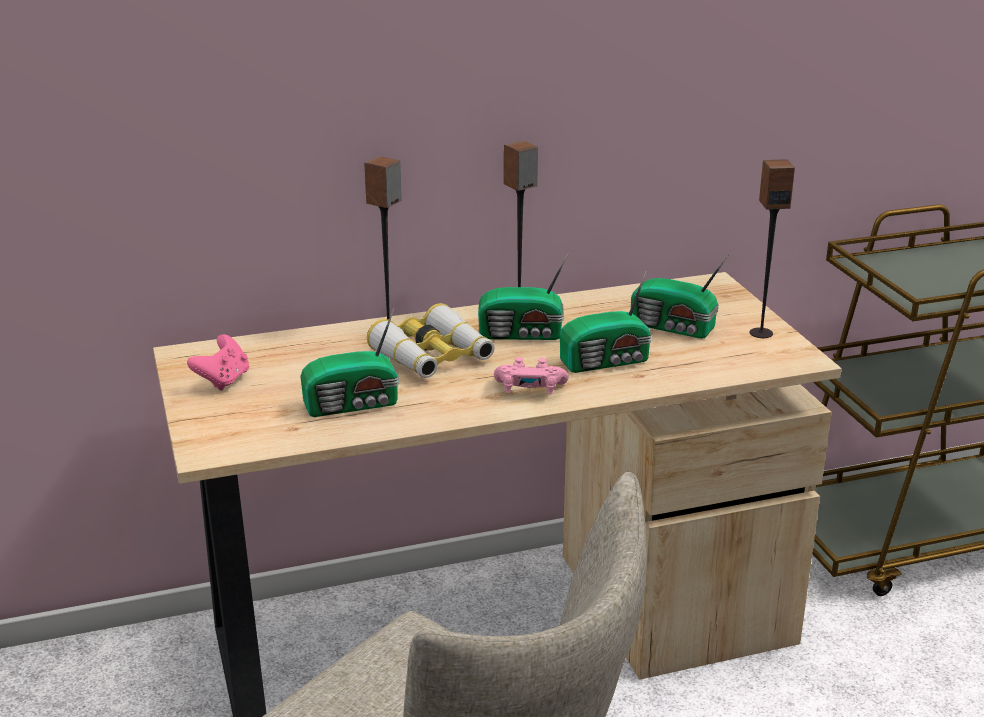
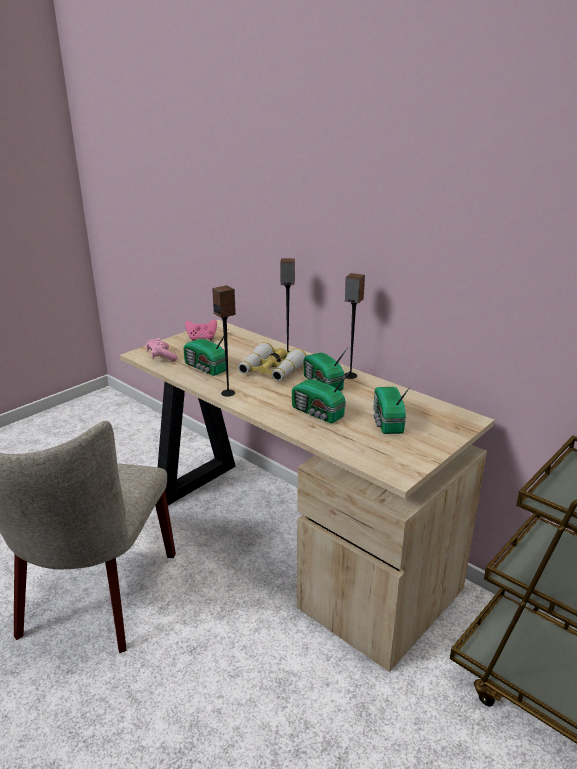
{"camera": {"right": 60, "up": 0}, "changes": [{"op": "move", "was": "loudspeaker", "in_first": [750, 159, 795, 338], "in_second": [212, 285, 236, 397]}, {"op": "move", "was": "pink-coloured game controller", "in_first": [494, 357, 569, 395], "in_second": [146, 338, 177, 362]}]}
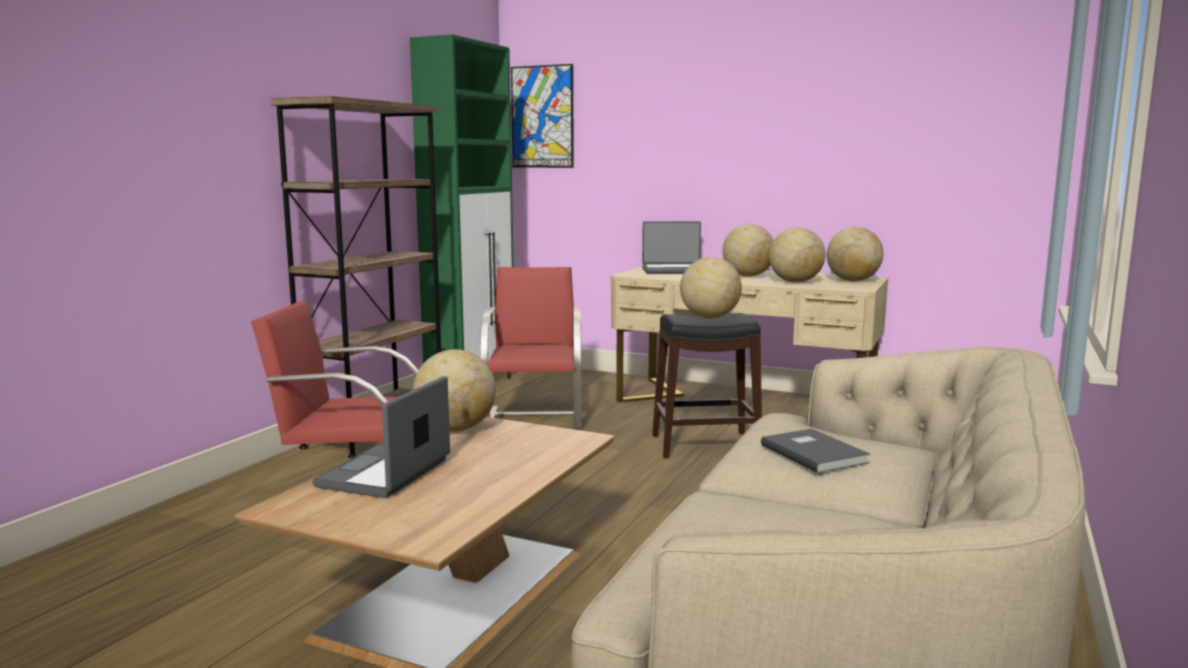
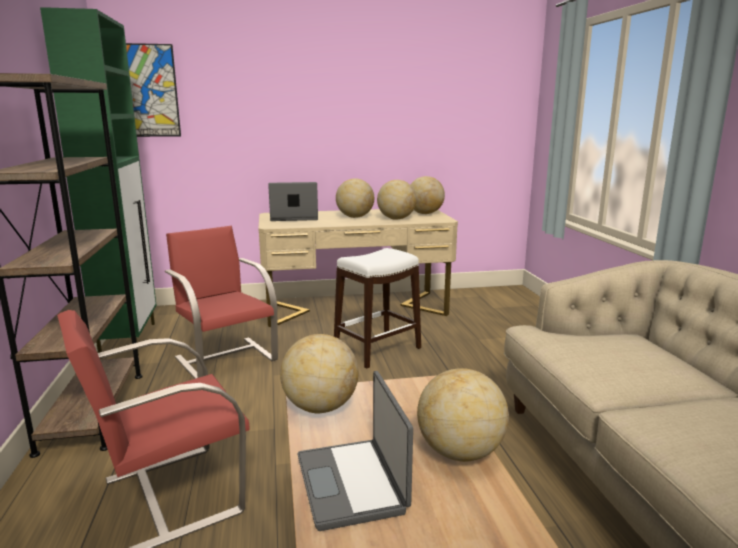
{"camera": {"right": -35, "up": 5}, "changes": [{"op": "rotate", "was": "laptop", "in_first": [642, 221, 701, 274], "in_second": [268, 182, 318, 221], "clockwise": -150}, {"op": "move", "was": "desk globe", "in_first": [680, 257, 742, 318], "in_second": [417, 368, 509, 462]}, {"op": "recolor", "was": "black-coloured sitting stool", "now": "white-coloured sitting stool", "in_first": [652, 313, 762, 458], "in_second": [334, 248, 421, 369]}, {"op": "delete", "was": "grey bound book", "in_first": [761, 429, 870, 473]}]}
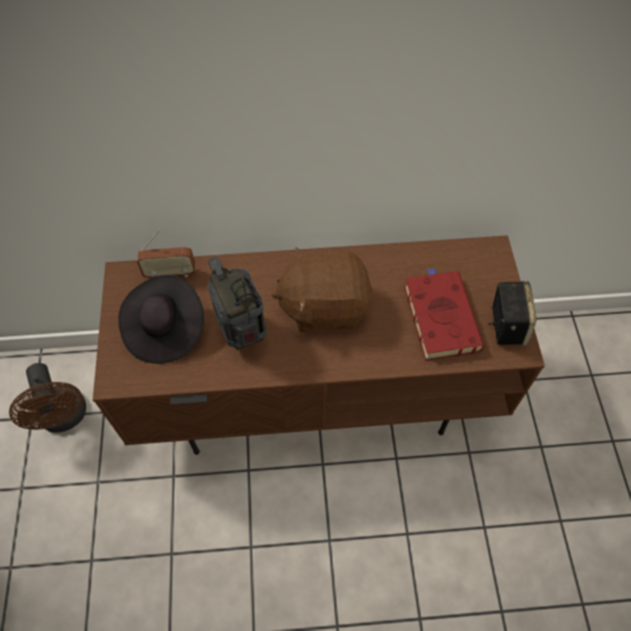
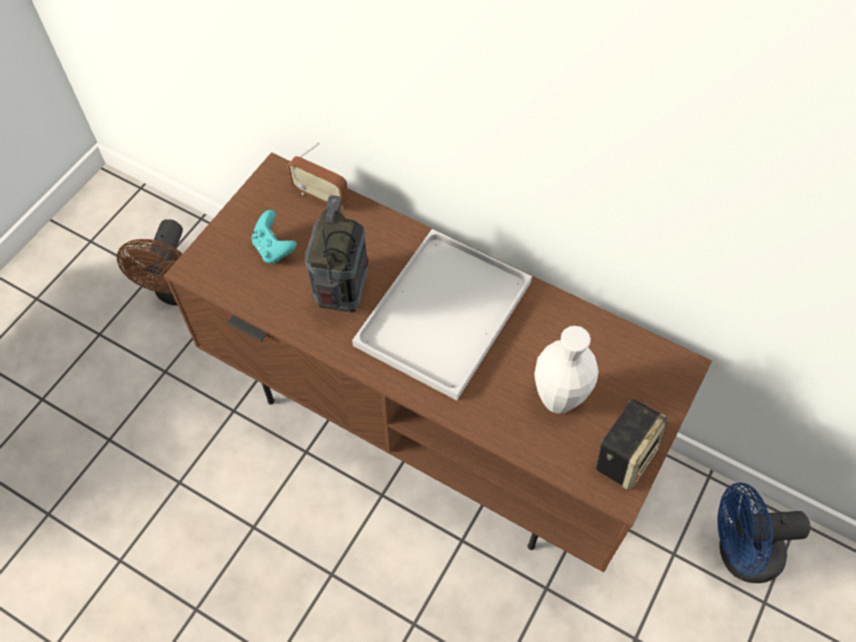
{"camera": {"right": 35, "up": 0}, "changes": [{"op": "replace", "was": "brownish cuddly toy", "now": "white-coloured tray", "in_first": [272, 247, 372, 332], "in_second": [352, 229, 532, 400]}, {"op": "replace", "was": "reddish bound book", "now": "white-coloured vase", "in_first": [404, 268, 484, 360], "in_second": [534, 326, 599, 414]}, {"op": "replace", "was": "black-coloured clothing hat", "now": "turquoise-coloured game controller", "in_first": [118, 275, 204, 364], "in_second": [252, 210, 297, 264]}, {"op": "insert", "now": "blue-coloured fan", "in_second": [717, 482, 811, 583]}]}
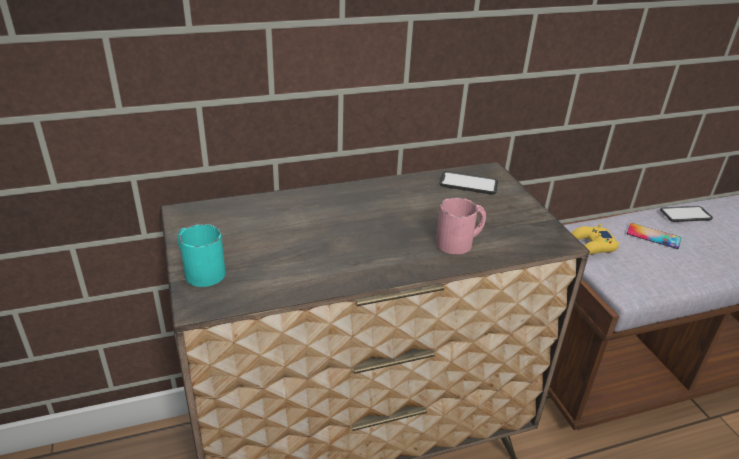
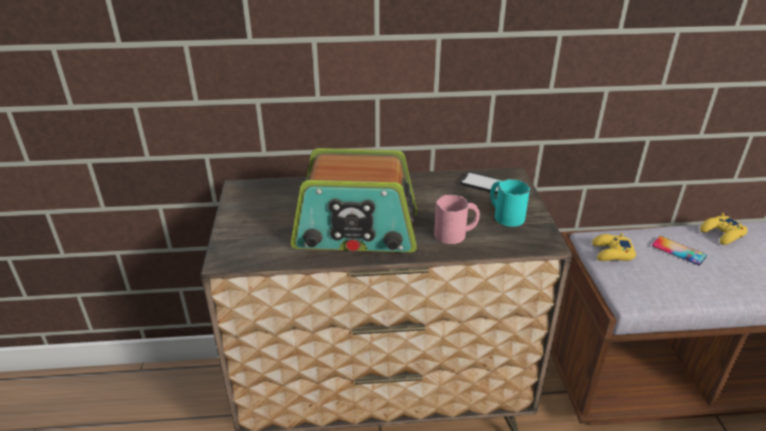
{"camera": {"right": 15, "up": 0}, "changes": [{"op": "replace", "was": "handset", "now": "yellowish game controller", "in_first": [660, 206, 713, 222], "in_second": [700, 213, 747, 245]}, {"op": "move", "was": "turquoise-coloured tea mug", "in_first": [178, 224, 226, 287], "in_second": [490, 179, 530, 227]}, {"op": "insert", "now": "radio", "in_second": [291, 148, 417, 252]}]}
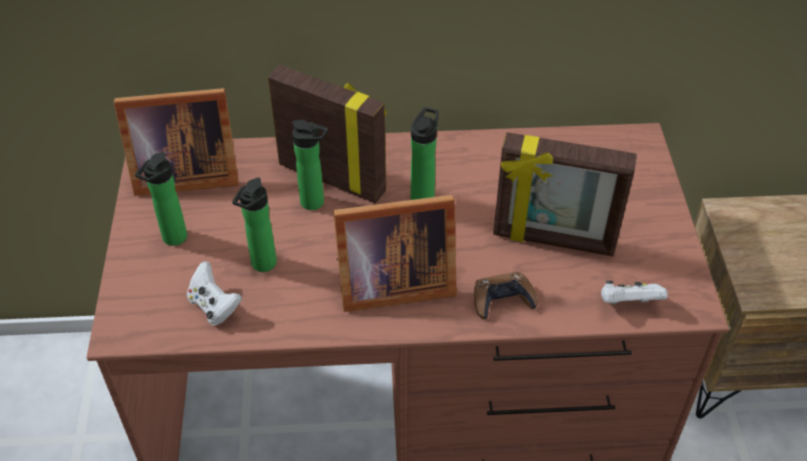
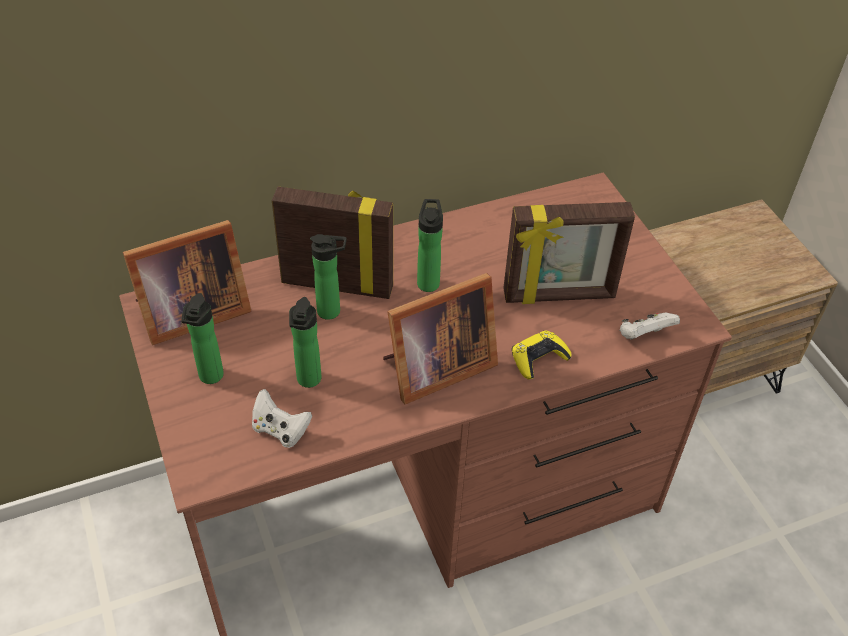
{"camera": {"right": -20, "up": 0}, "changes": [{"op": "recolor", "was": "brownish game controller", "now": "yellowish game controller", "in_first": [474, 272, 538, 319], "in_second": [512, 330, 572, 380]}]}
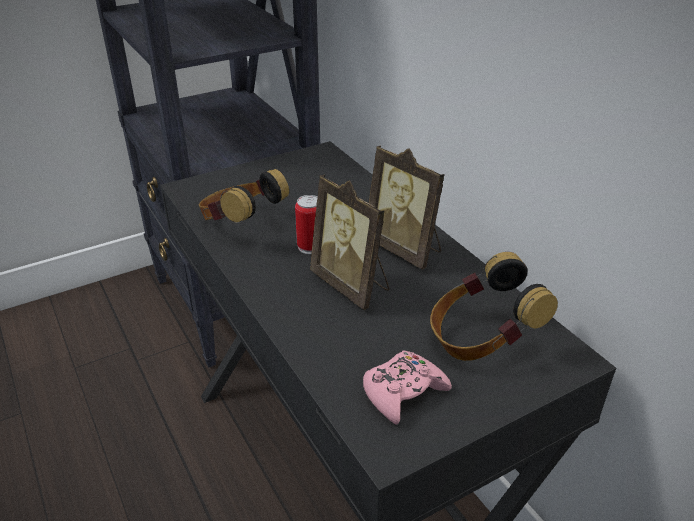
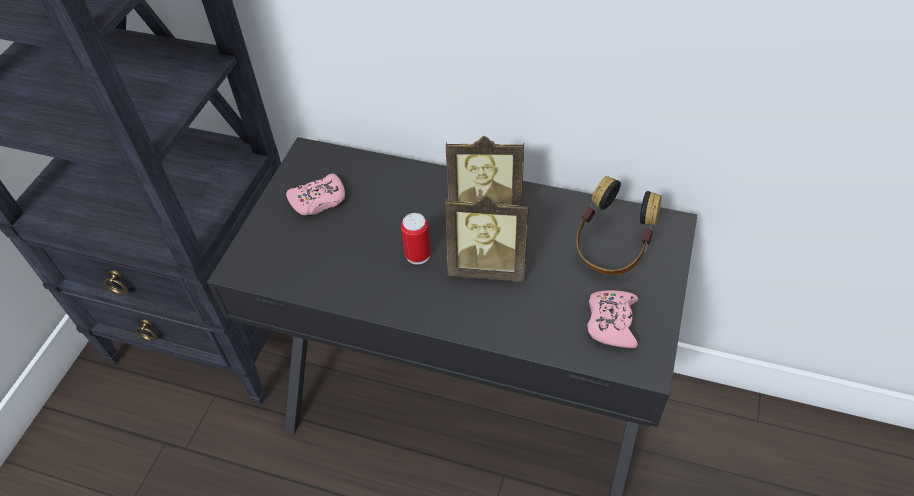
{"camera": {"right": -40, "up": 15}, "changes": [{"op": "delete", "was": "pair of headphones", "in_first": [199, 169, 289, 223]}, {"op": "insert", "now": "pink-coloured game controller", "in_second": [286, 174, 345, 215]}]}
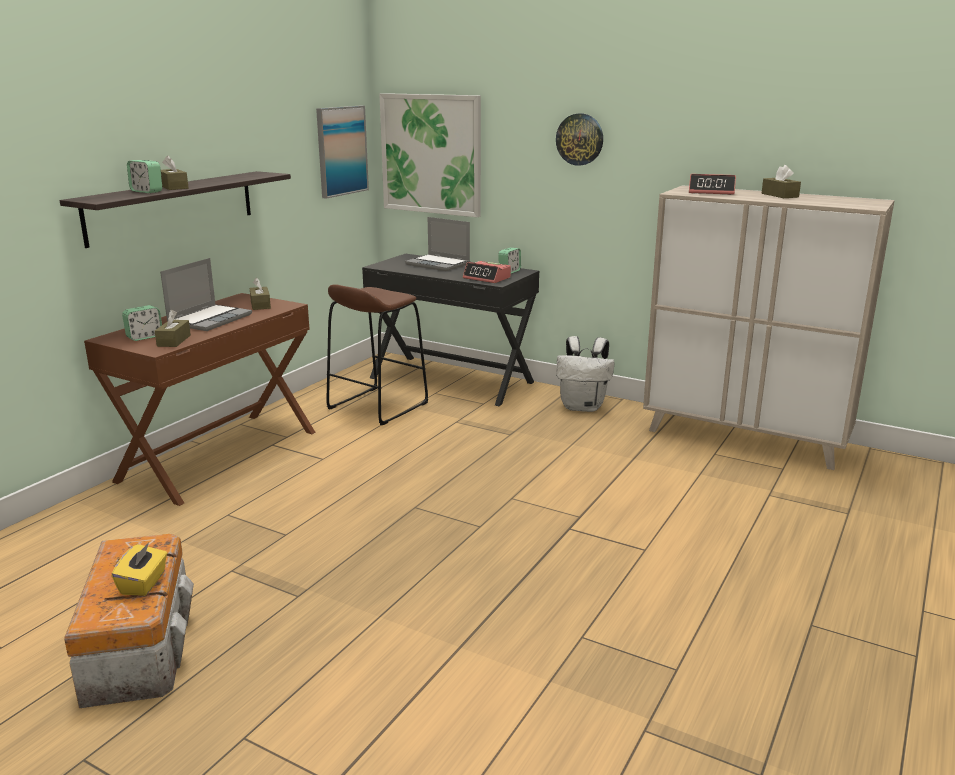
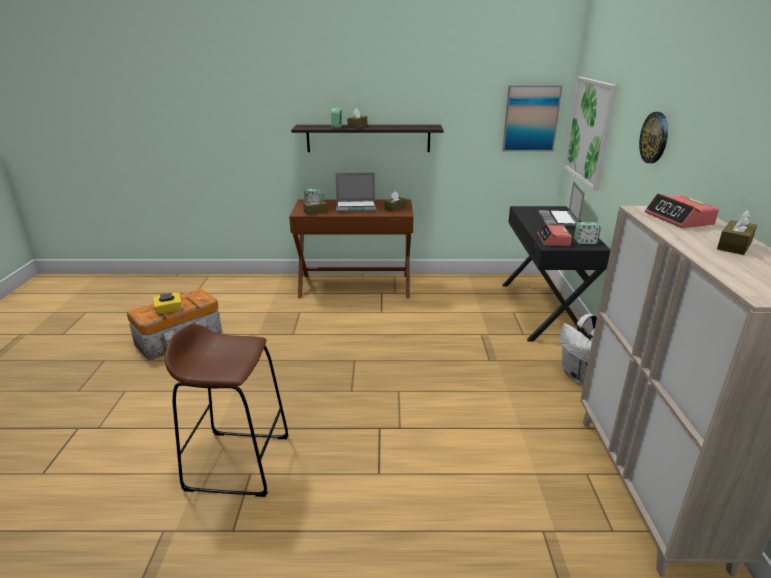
{"camera": {"right": 60, "up": 5}, "changes": [{"op": "move", "was": "brownish sitting stool", "in_first": [326, 284, 428, 425], "in_second": [165, 324, 289, 497]}]}
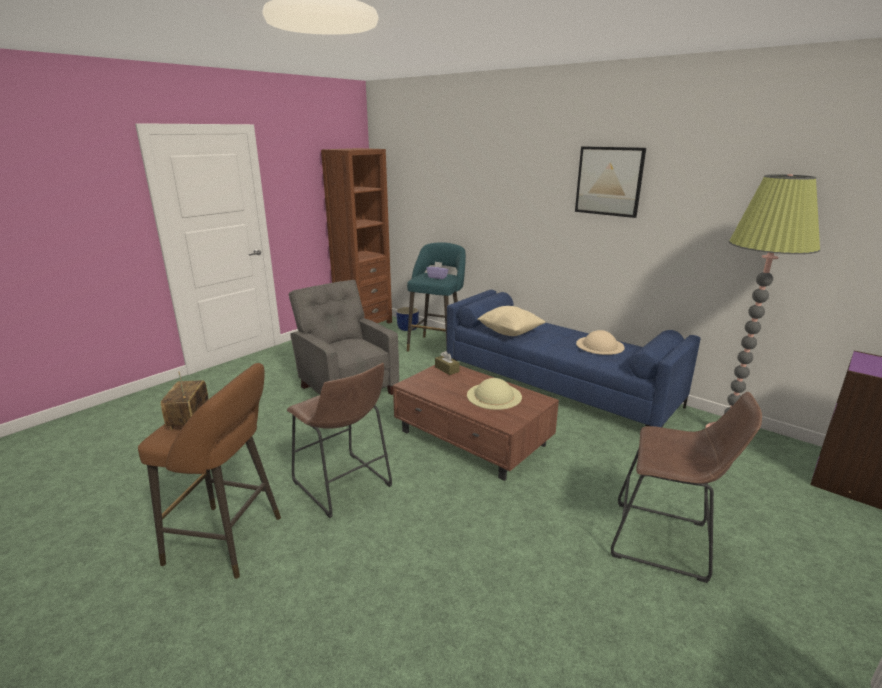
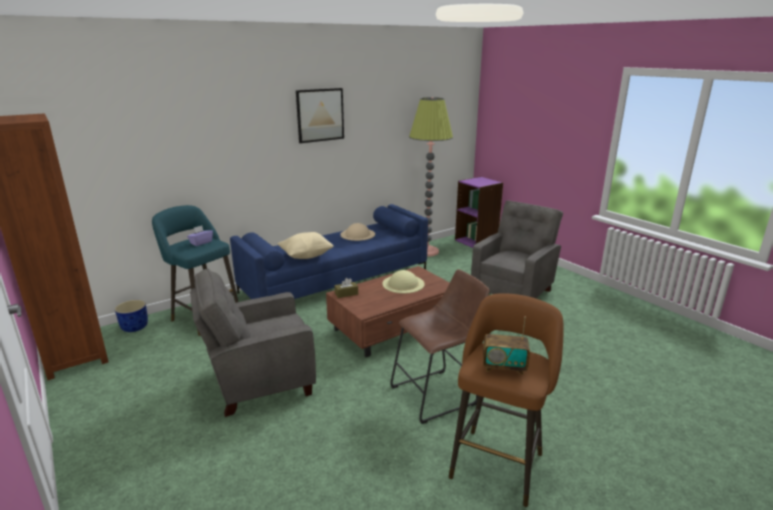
{"camera": {"right": -75, "up": 0}, "changes": [{"op": "replace", "was": "brownish sitting stool", "now": "grey lounge chair", "in_first": [611, 392, 762, 583], "in_second": [471, 201, 563, 298]}]}
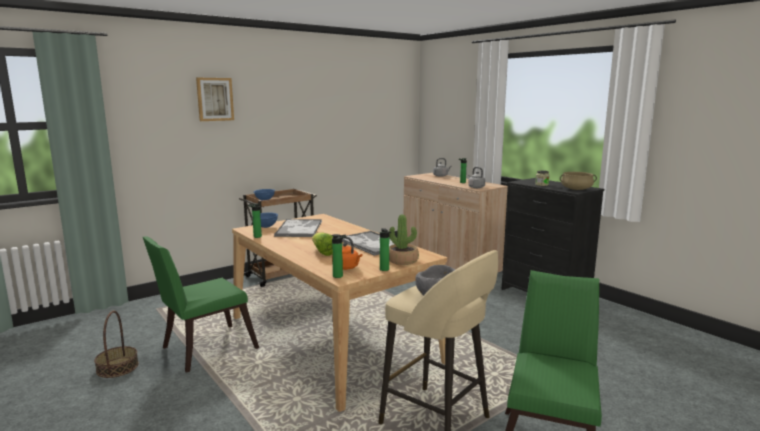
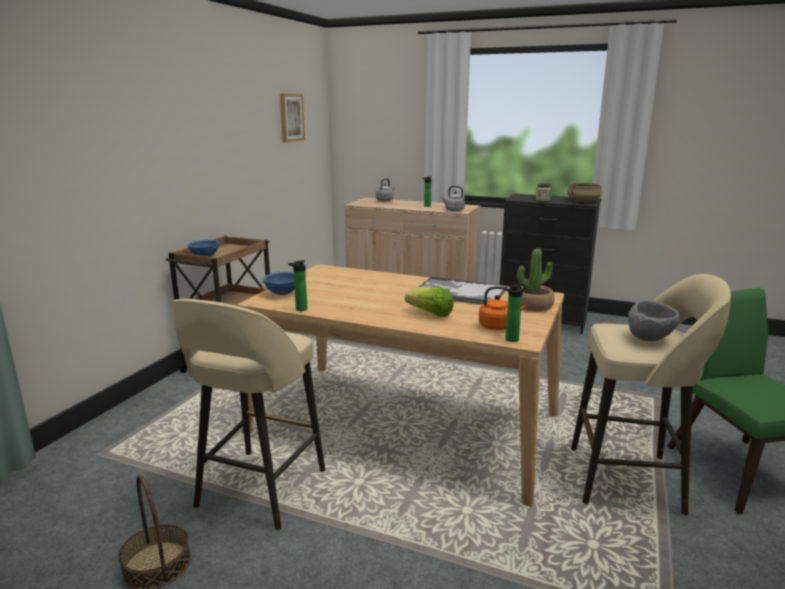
{"camera": {"right": -30, "up": 5}, "changes": [{"op": "move", "was": "picture", "in_first": [196, 78, 234, 121], "in_second": [280, 94, 305, 142]}, {"op": "delete", "was": "tray", "in_first": [274, 219, 322, 237]}, {"op": "delete", "was": "drink bottle", "in_first": [380, 228, 391, 271]}, {"op": "replace", "was": "green-coloured upright chair", "now": "beige sitting stool", "in_first": [143, 237, 259, 373], "in_second": [172, 299, 325, 530]}]}
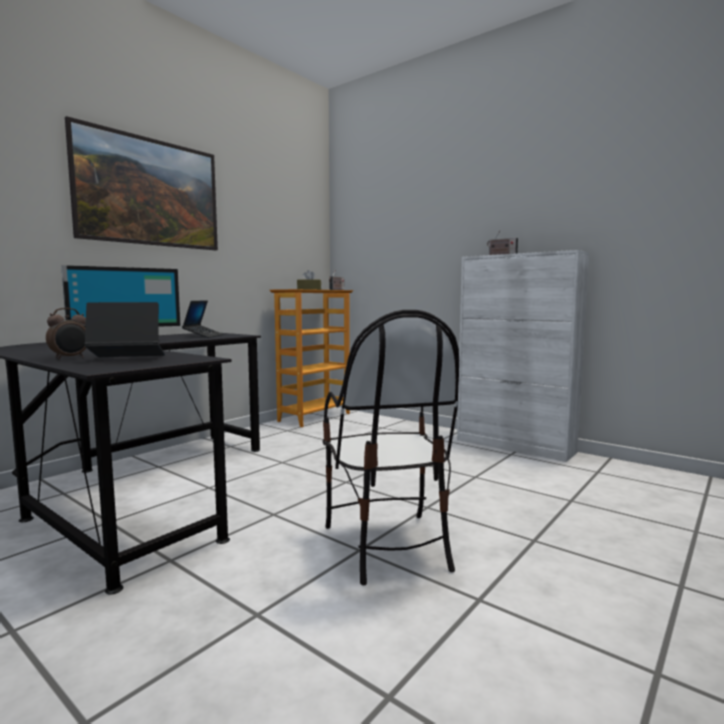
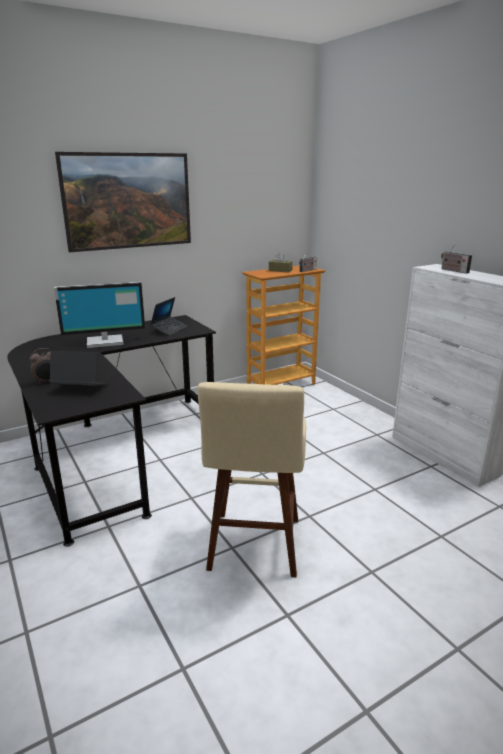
{"camera": {"right": 20, "up": 15}, "changes": [{"op": "replace", "was": "upright chair", "now": "beige sitting stool", "in_first": [323, 310, 459, 586], "in_second": [198, 382, 306, 577]}]}
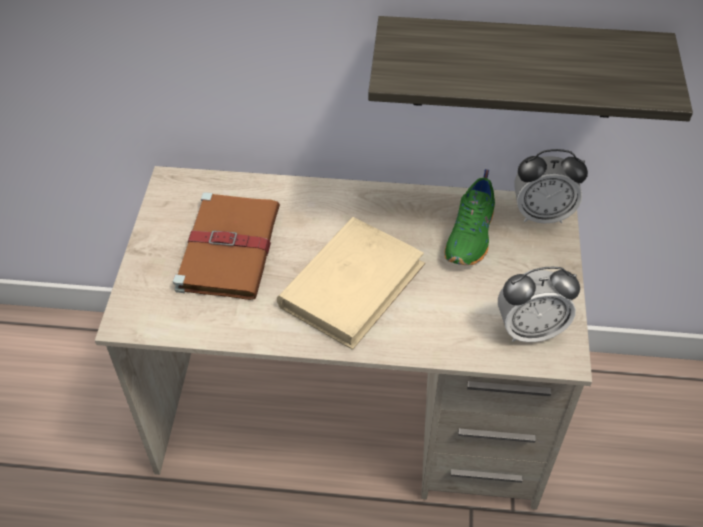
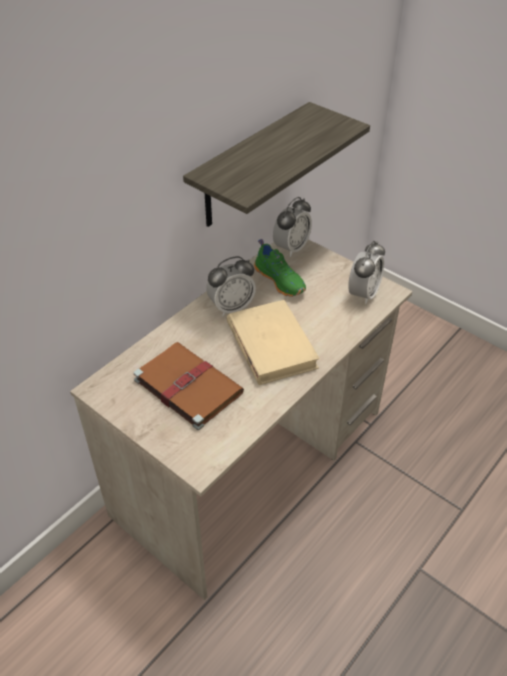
{"camera": {"right": -55, "up": -5}, "changes": [{"op": "insert", "now": "bedside clock", "in_second": [206, 256, 256, 316]}]}
